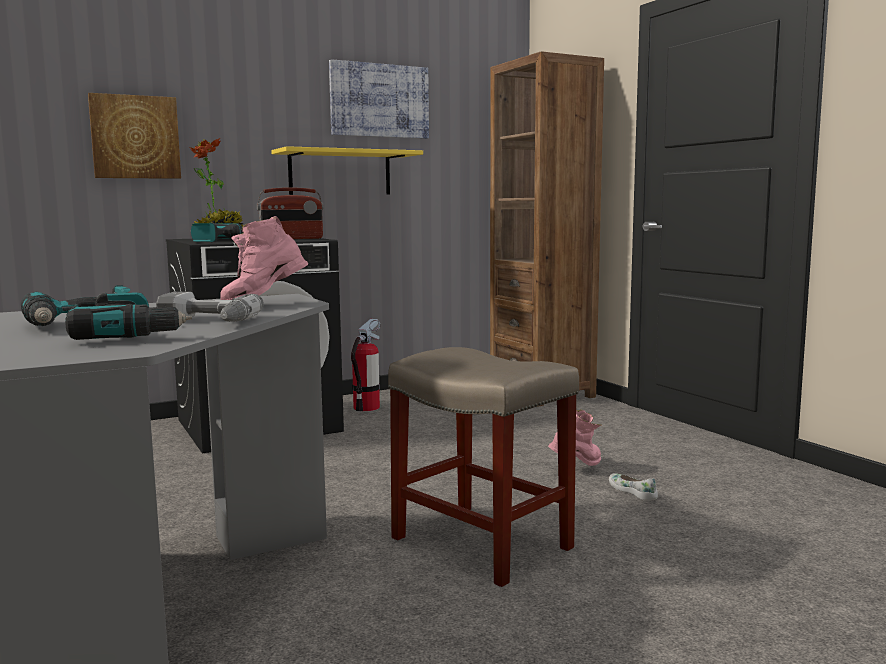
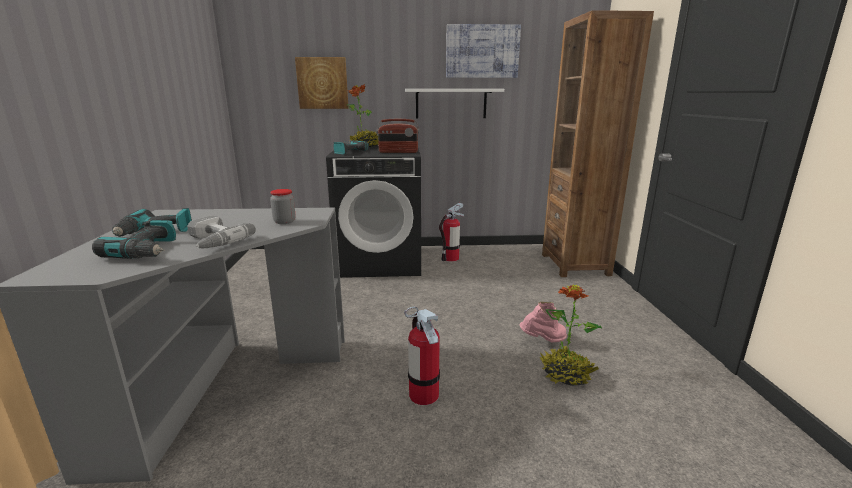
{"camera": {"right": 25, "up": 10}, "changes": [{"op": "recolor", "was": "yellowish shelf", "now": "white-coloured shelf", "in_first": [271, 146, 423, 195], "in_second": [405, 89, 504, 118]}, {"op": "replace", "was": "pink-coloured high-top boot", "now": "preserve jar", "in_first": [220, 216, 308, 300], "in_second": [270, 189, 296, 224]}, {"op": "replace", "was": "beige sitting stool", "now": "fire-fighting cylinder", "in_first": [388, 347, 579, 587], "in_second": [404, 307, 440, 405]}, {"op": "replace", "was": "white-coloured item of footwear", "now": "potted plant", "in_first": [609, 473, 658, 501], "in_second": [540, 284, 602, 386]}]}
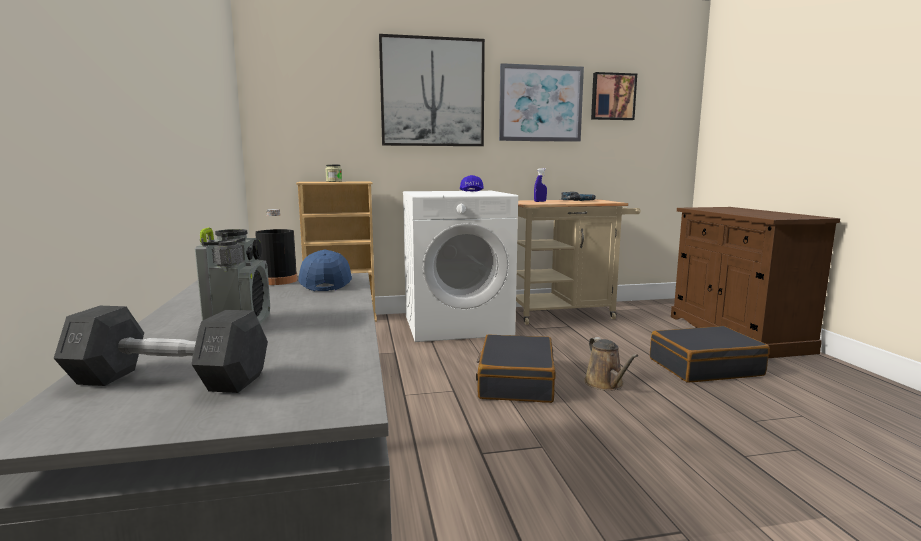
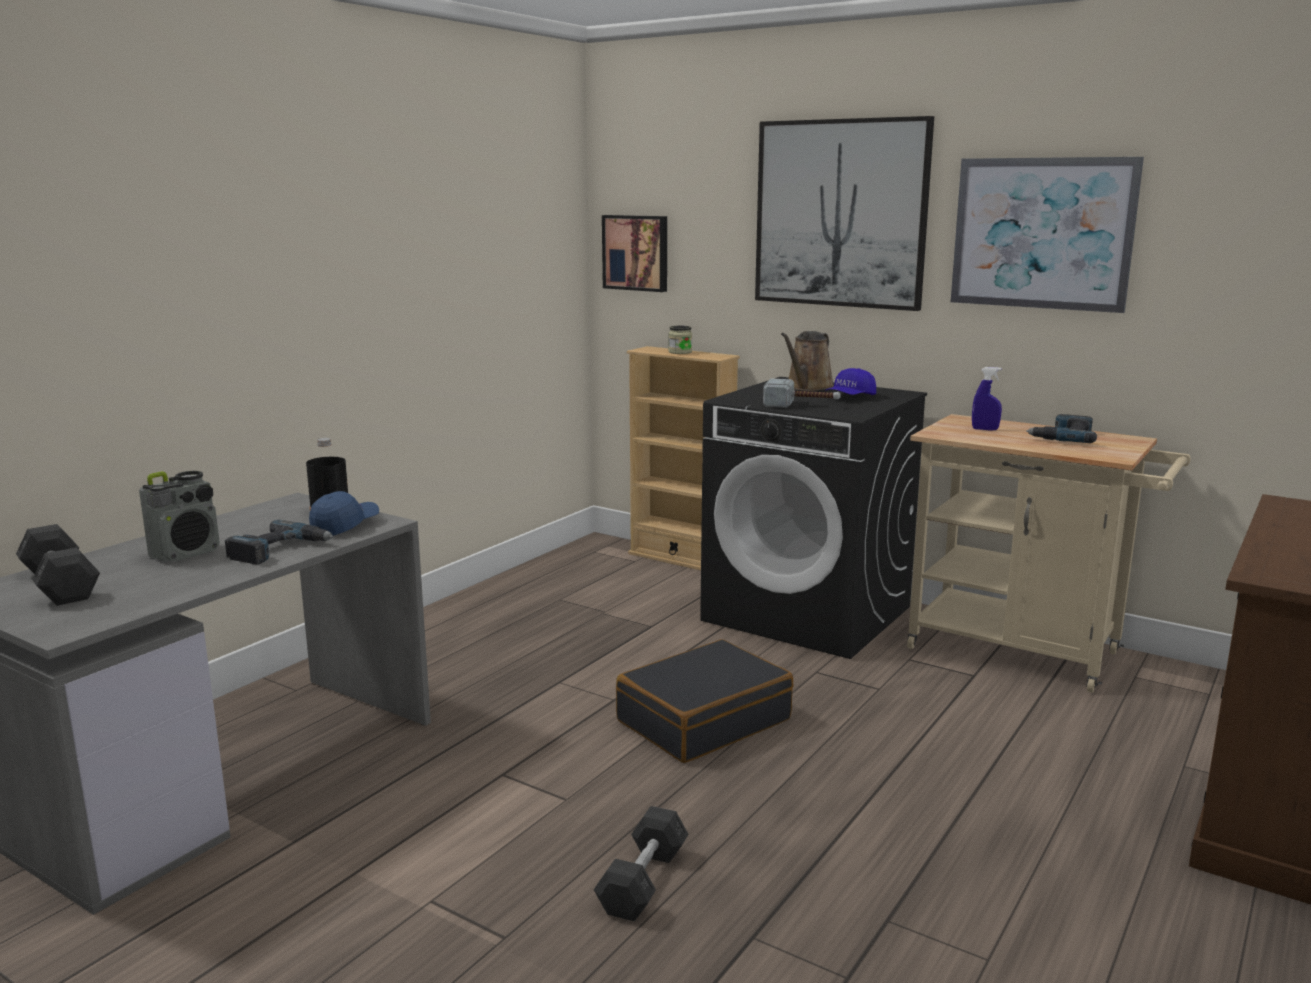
{"camera": {"right": 45, "up": 5}, "changes": [{"op": "move", "was": "picture", "in_first": [591, 72, 637, 120], "in_second": [602, 215, 667, 292]}, {"op": "recolor", "was": "white-coloured laundry machine", "now": "black-coloured laundry machine", "in_first": [403, 191, 518, 342], "in_second": [700, 377, 927, 659]}, {"op": "delete", "was": "black-coloured piece of luggage", "in_first": [650, 326, 770, 383]}, {"op": "move", "was": "brownish sprinkling can", "in_first": [584, 337, 638, 391], "in_second": [781, 331, 834, 391]}, {"op": "insert", "now": "tool hammer", "in_second": [763, 378, 841, 408]}, {"op": "insert", "now": "drill", "in_second": [225, 520, 333, 564]}, {"op": "insert", "now": "grey free weight", "in_second": [594, 806, 689, 922]}]}
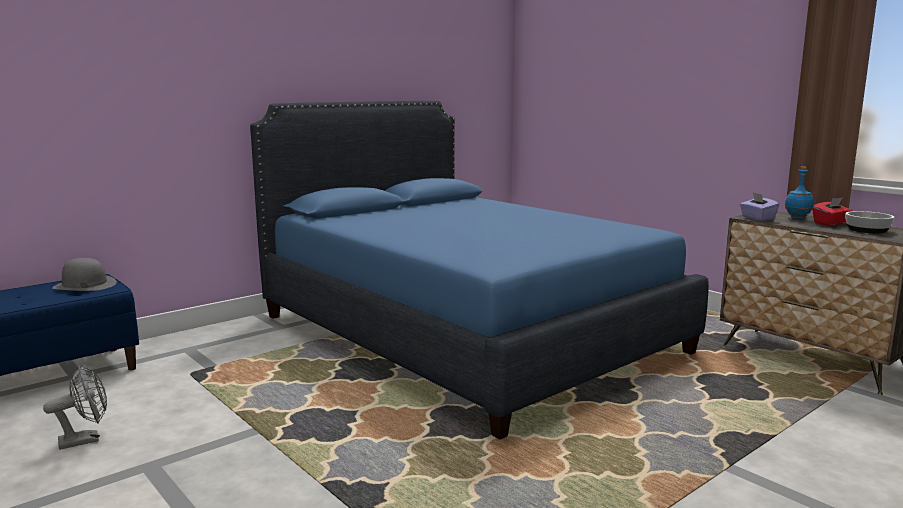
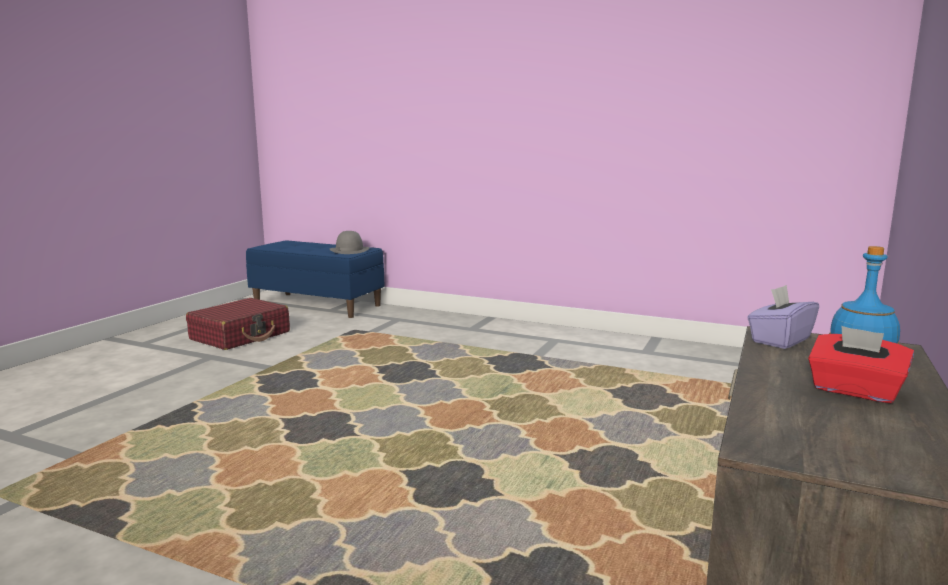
{"camera": {"right": 65, "up": 0}, "changes": [{"op": "delete", "was": "blue-coloured bed", "in_first": [250, 101, 709, 439]}, {"op": "delete", "was": "serving bowl", "in_first": [845, 211, 894, 233]}, {"op": "replace", "was": "grey fan", "now": "reddish piece of luggage", "in_first": [43, 365, 107, 450], "in_second": [186, 298, 290, 350]}]}
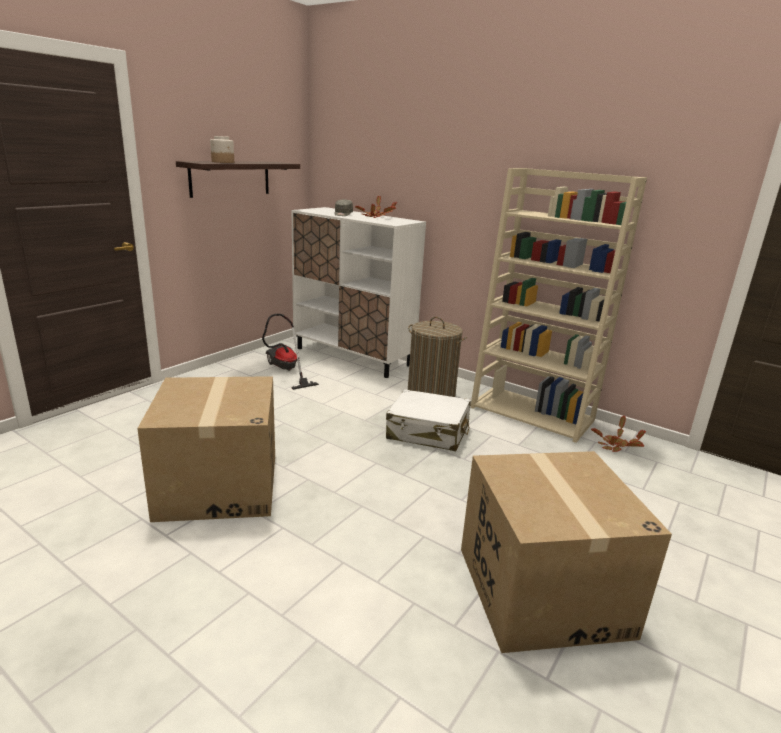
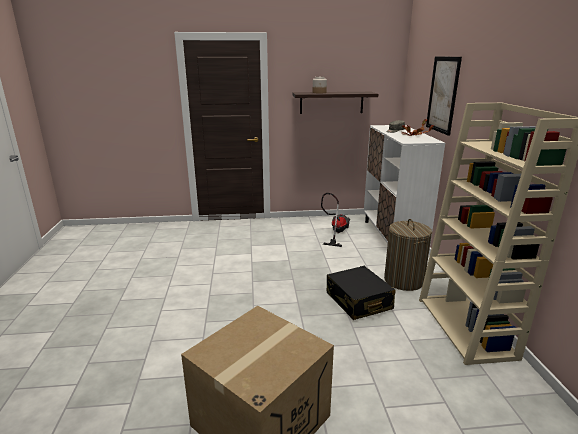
{"camera": {"right": 50, "up": 0}, "changes": [{"op": "delete", "was": "carton", "in_first": [137, 376, 275, 522]}, {"op": "recolor", "was": "white-coloured piece of luggage", "now": "black-coloured piece of luggage", "in_first": [386, 389, 471, 451], "in_second": [327, 266, 396, 320]}, {"op": "delete", "was": "potted plant", "in_first": [591, 416, 646, 452]}, {"op": "insert", "now": "picture", "in_second": [426, 56, 462, 136]}]}
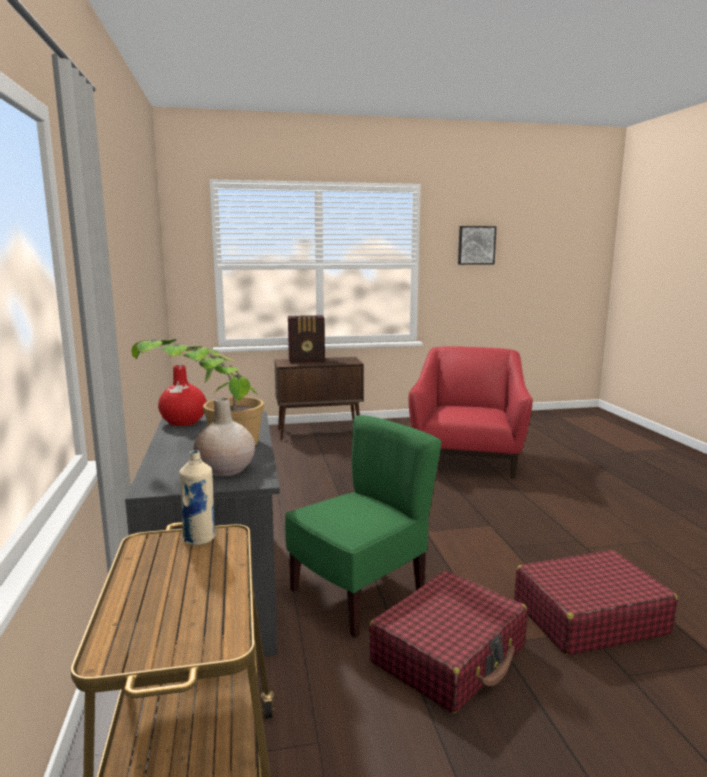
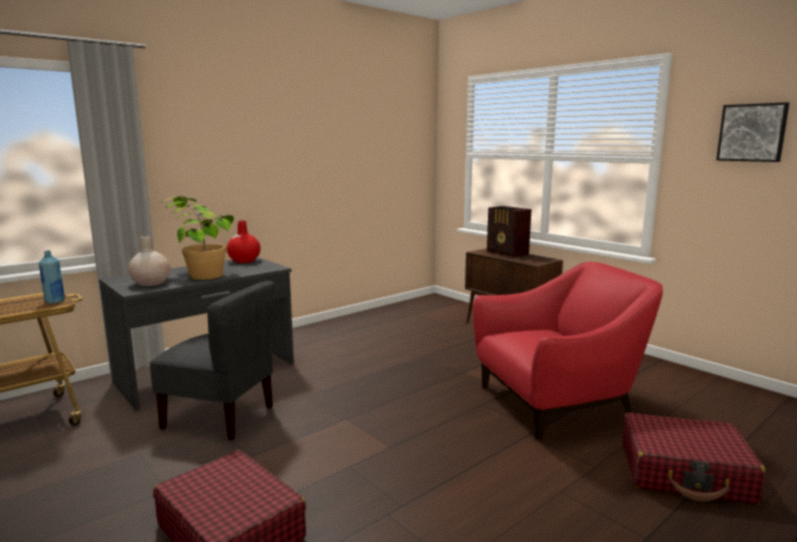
{"camera": {"right": 60, "up": 0}, "changes": [{"op": "recolor", "was": "green-coloured upright chair", "now": "grey upright chair", "in_first": [285, 415, 442, 638], "in_second": [149, 281, 274, 441]}, {"op": "recolor", "was": "beige drink bottle", "now": "blue-coloured drink bottle", "in_first": [179, 450, 215, 545], "in_second": [39, 250, 65, 304]}, {"op": "move", "was": "reddish piece of luggage", "in_first": [369, 571, 527, 714], "in_second": [622, 413, 766, 505]}]}
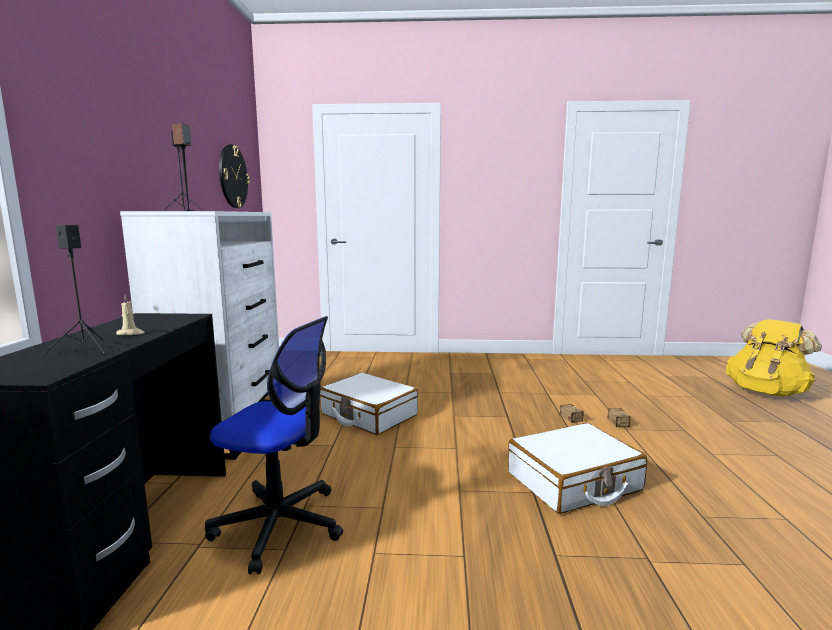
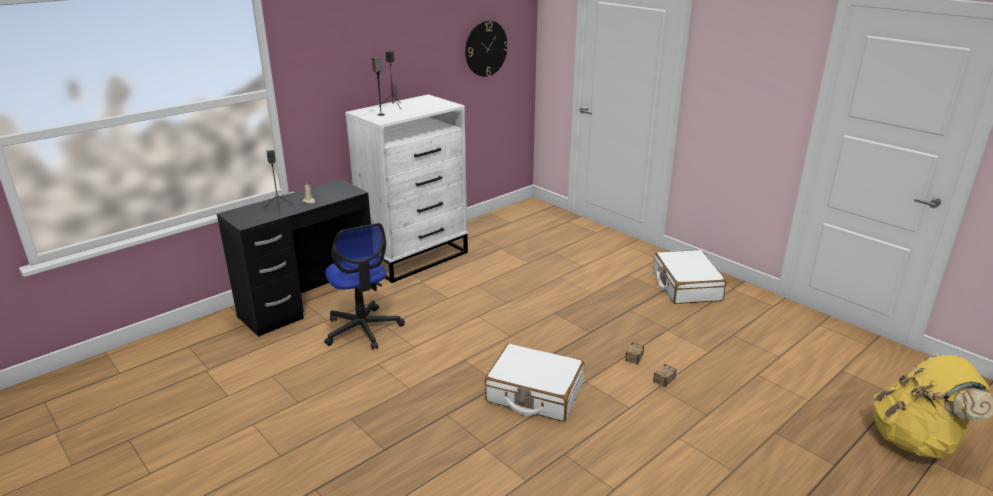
{"camera": {"right": 45, "up": 15}, "changes": [{"op": "move", "was": "white-coloured piece of luggage", "in_first": [320, 373, 418, 435], "in_second": [654, 250, 726, 304]}]}
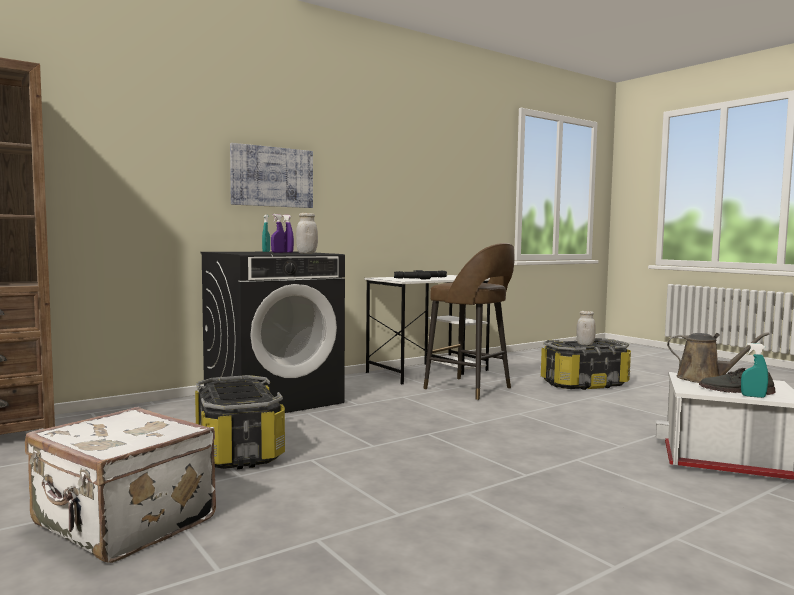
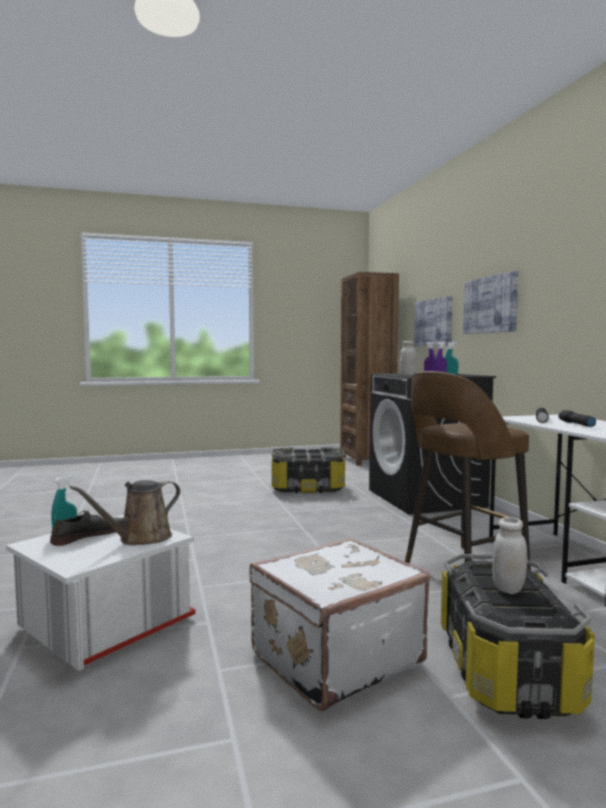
{"camera": {"right": 110, "up": 0}, "changes": [{"op": "move", "was": "white-coloured piece of luggage", "in_first": [25, 407, 216, 563], "in_second": [250, 537, 430, 711]}, {"op": "insert", "now": "picture", "in_second": [414, 296, 453, 346]}]}
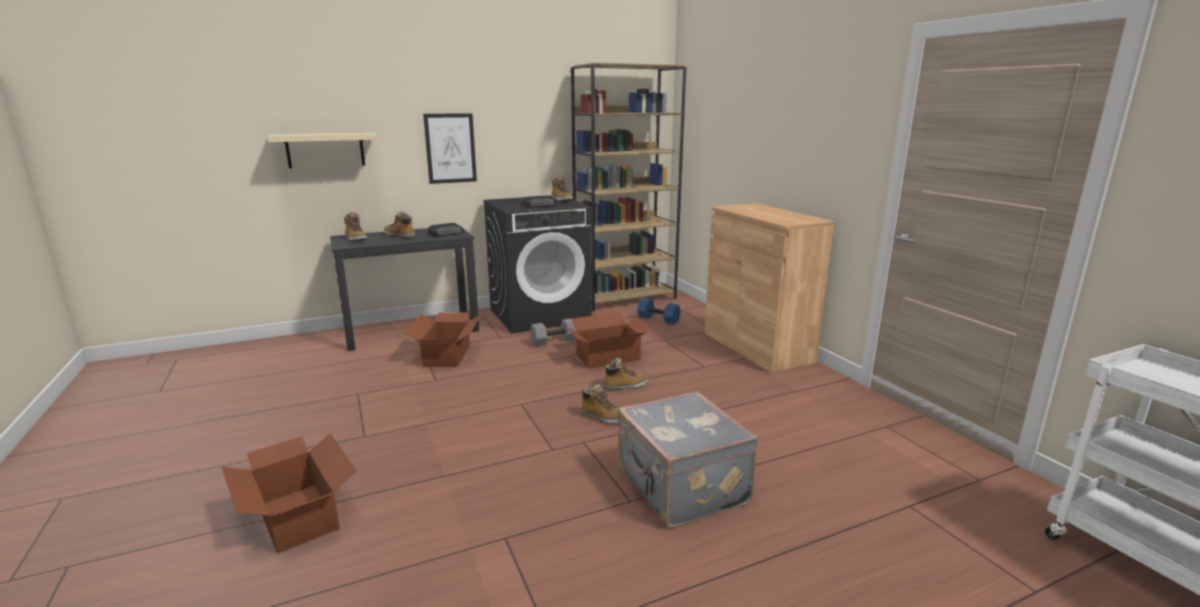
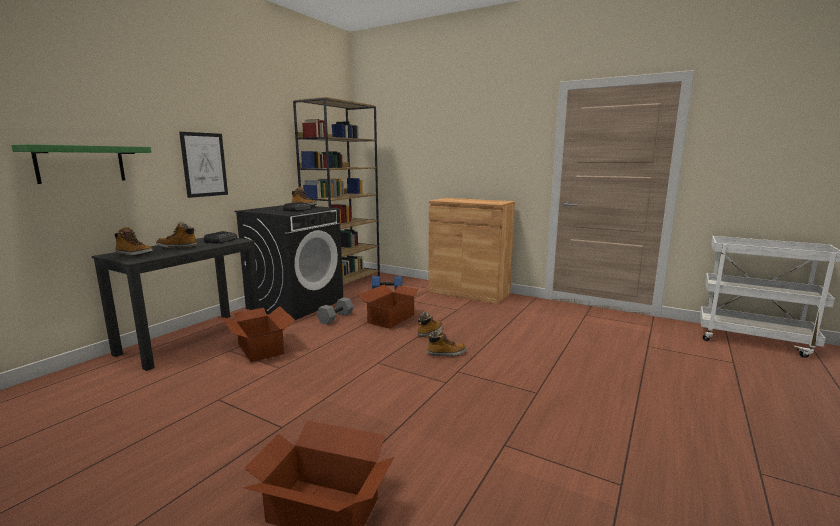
{"camera": {"right": -35, "up": -5}, "changes": [{"op": "recolor", "was": "beige shelf", "now": "green-coloured shelf", "in_first": [267, 132, 378, 168], "in_second": [11, 144, 151, 184]}, {"op": "delete", "was": "grey piece of luggage", "in_first": [617, 392, 758, 528]}]}
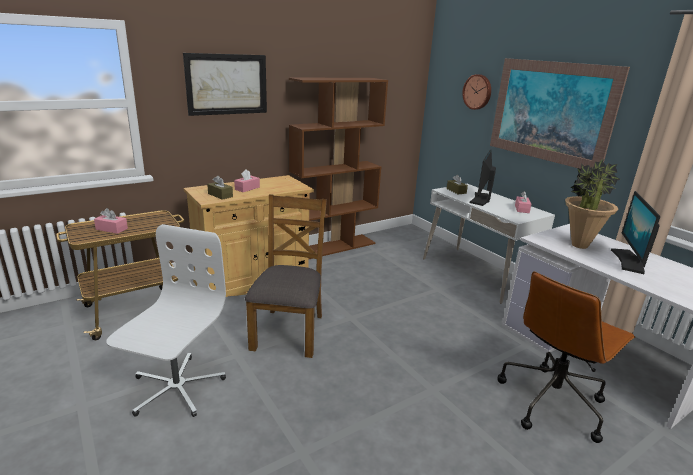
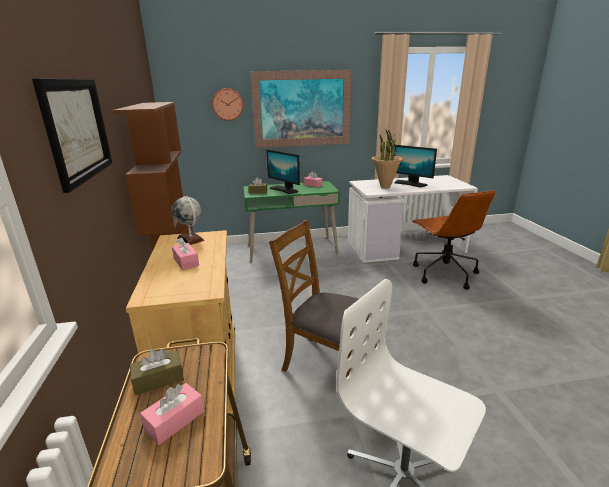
{"camera": {"right": -65, "up": 0}, "changes": [{"op": "move", "was": "brownish tissue box", "in_first": [207, 176, 233, 200], "in_second": [130, 349, 184, 395]}, {"op": "recolor", "was": "white-coloured desk unit", "now": "green-coloured desk unit", "in_first": [423, 184, 555, 304], "in_second": [244, 181, 340, 263]}, {"op": "insert", "now": "desk globe", "in_second": [172, 197, 205, 245]}]}
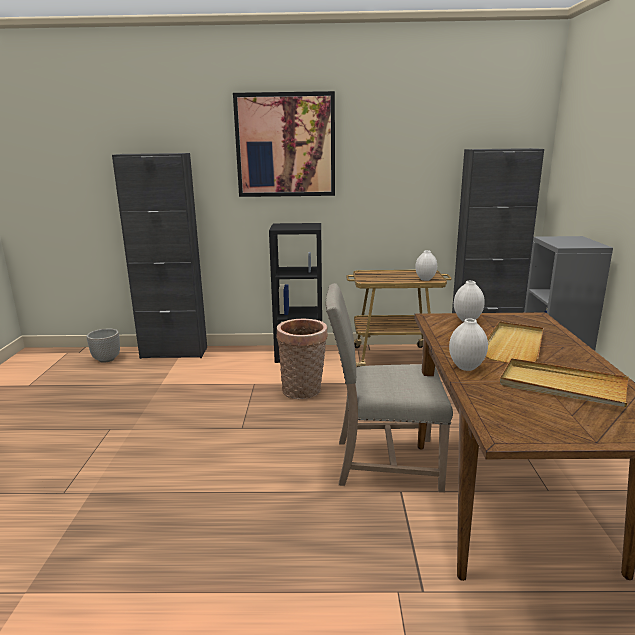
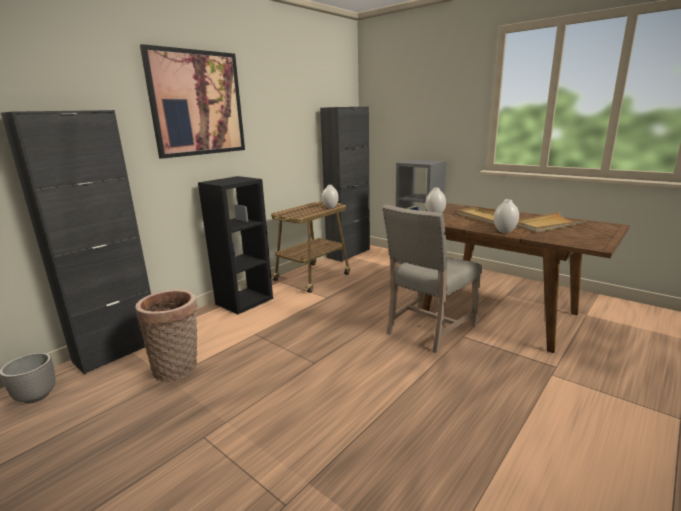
{"camera": {"right": -50, "up": 0}, "changes": [{"op": "move", "was": "basket", "in_first": [276, 318, 328, 399], "in_second": [135, 289, 197, 381]}]}
